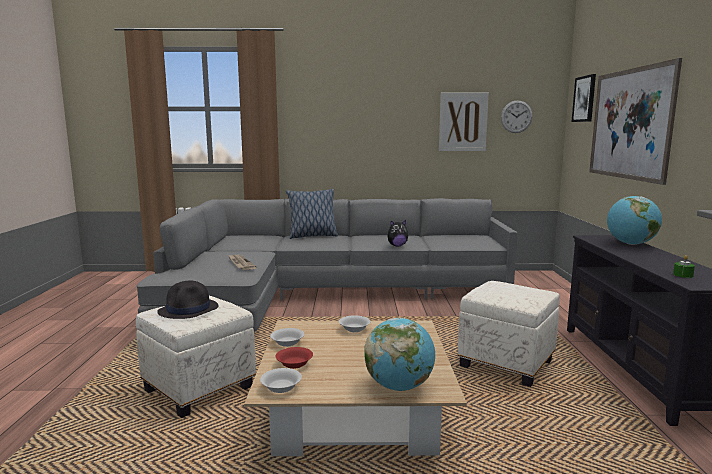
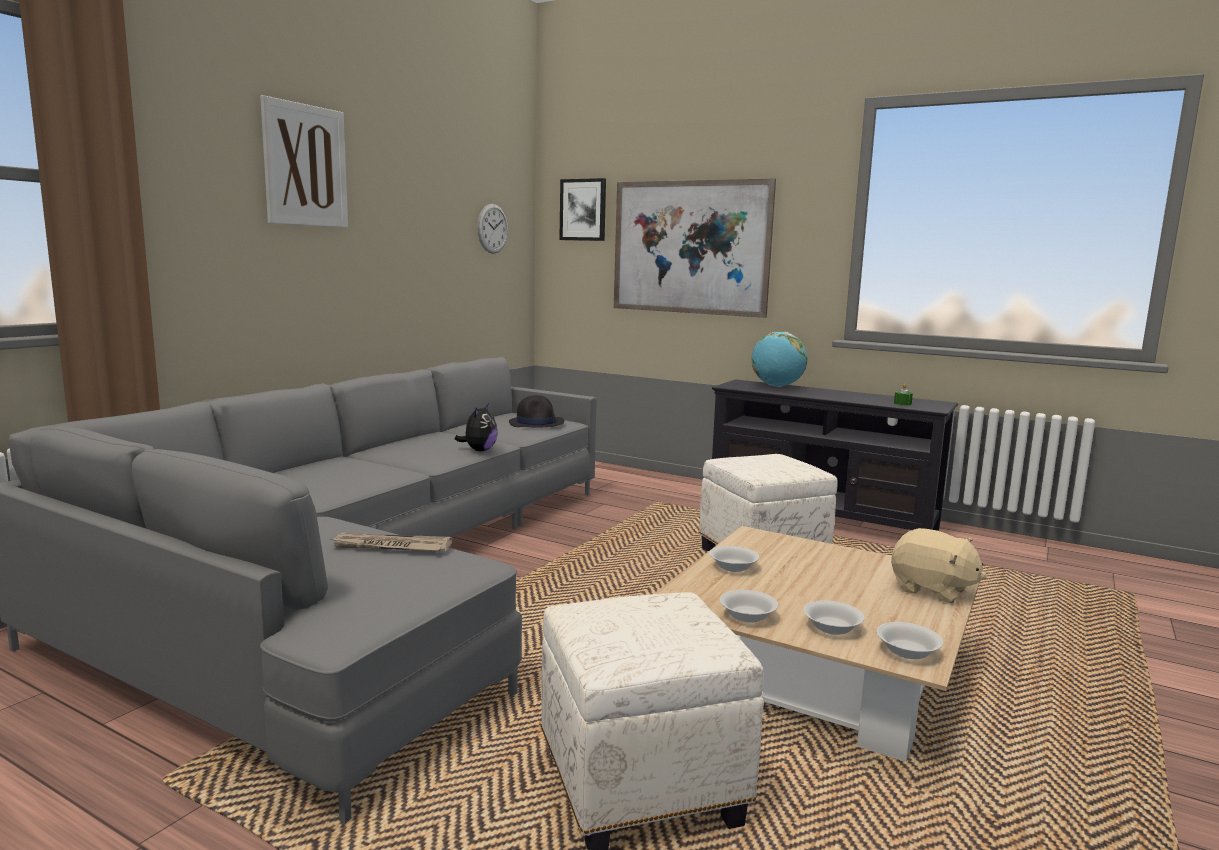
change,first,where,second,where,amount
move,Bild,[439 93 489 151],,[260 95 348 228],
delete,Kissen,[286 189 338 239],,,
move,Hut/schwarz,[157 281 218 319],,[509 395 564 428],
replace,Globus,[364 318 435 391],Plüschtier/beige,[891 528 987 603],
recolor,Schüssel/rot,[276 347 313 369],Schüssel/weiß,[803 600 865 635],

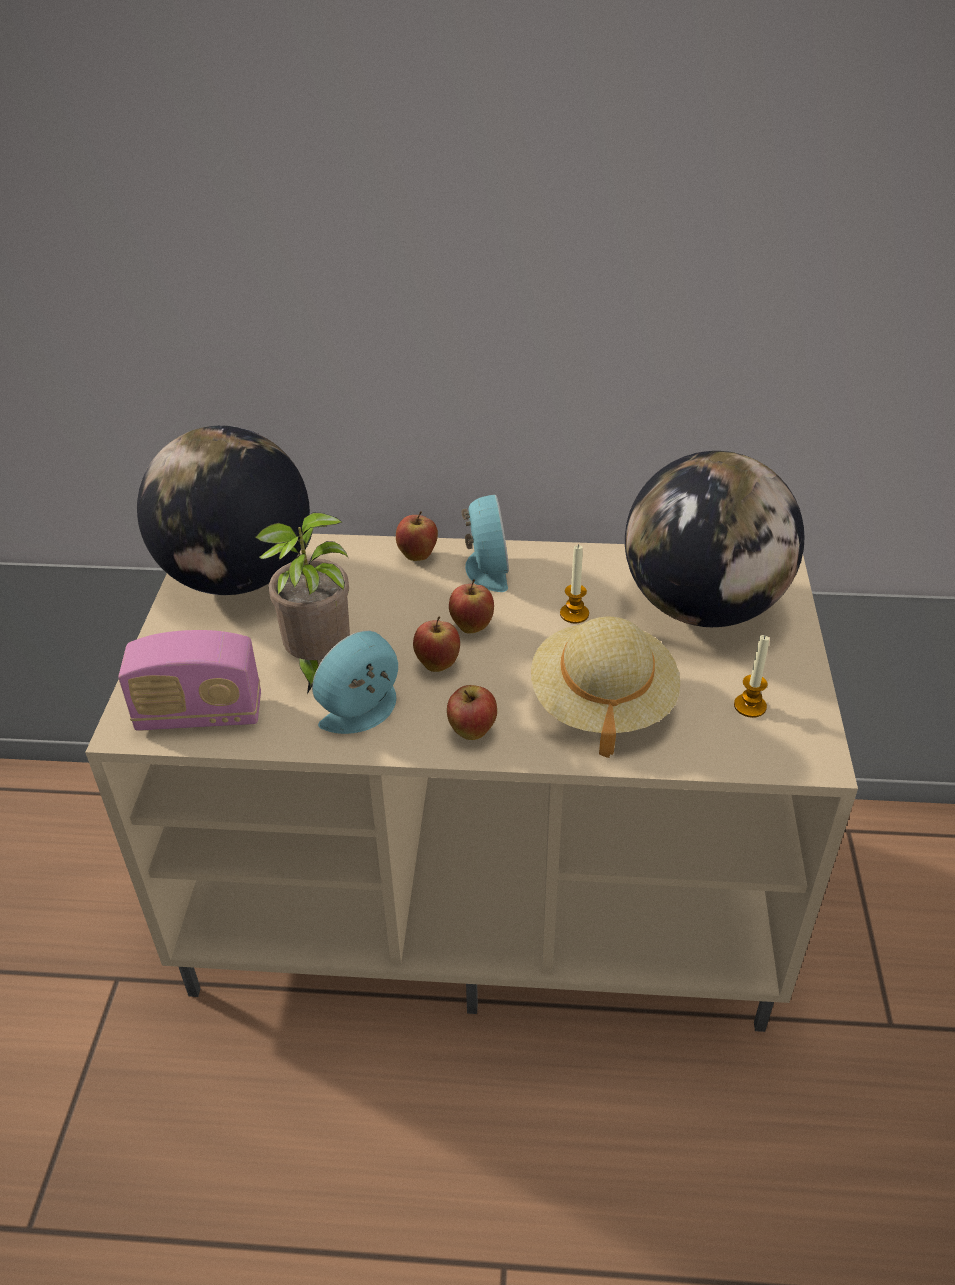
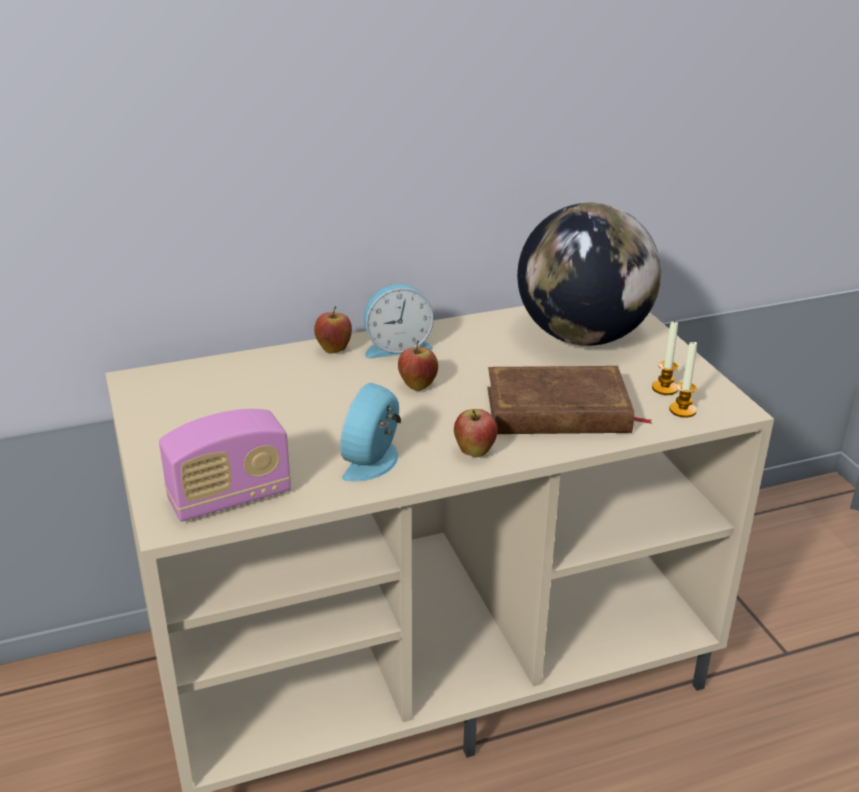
change,first,where,second,where,amount
delete,Globus,[137 426 310 595],,,
rotate,Wecker,[462 495 509 592],,[364 284 434 358],105 degrees clockwise
delete,Topfpflanze,[255 513 350 694],,,
move,Kerze,[560 544 589 623],,[669 341 697 418],
delete,Apfel,[413 617 460 672],,,
replace,Hut/beige,[531 617 680 758],Buch/braun,[487 366 652 434],

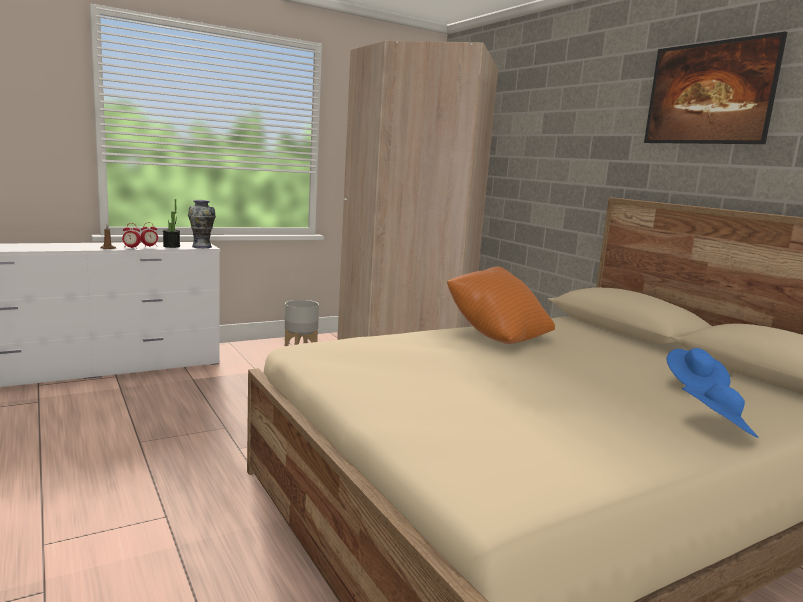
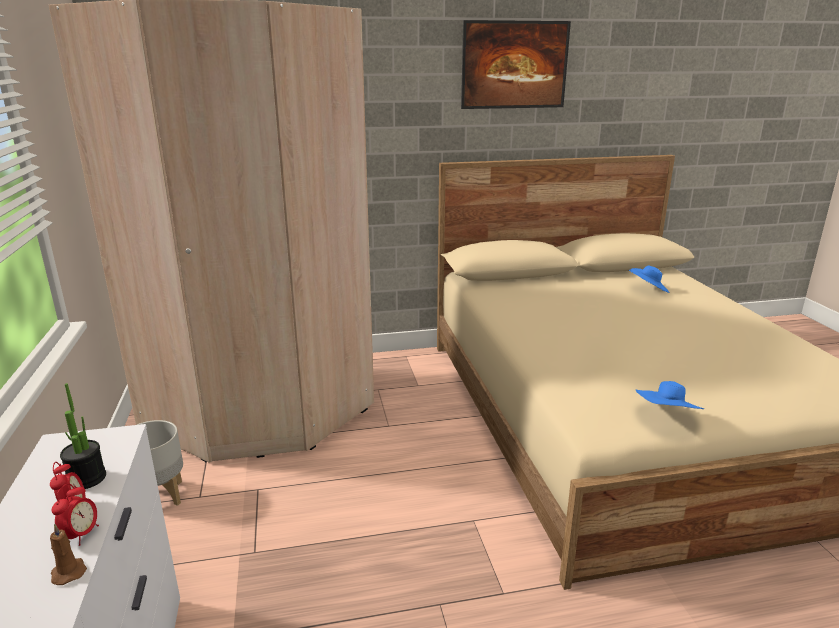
change,first,where,second,where,amount
delete,Vase,[188 200 216 248],,,
delete,Kissen/orange,[447 266 555 344],,,
move,Hut/blau,[682 383 759 438],,[636 381 704 409],

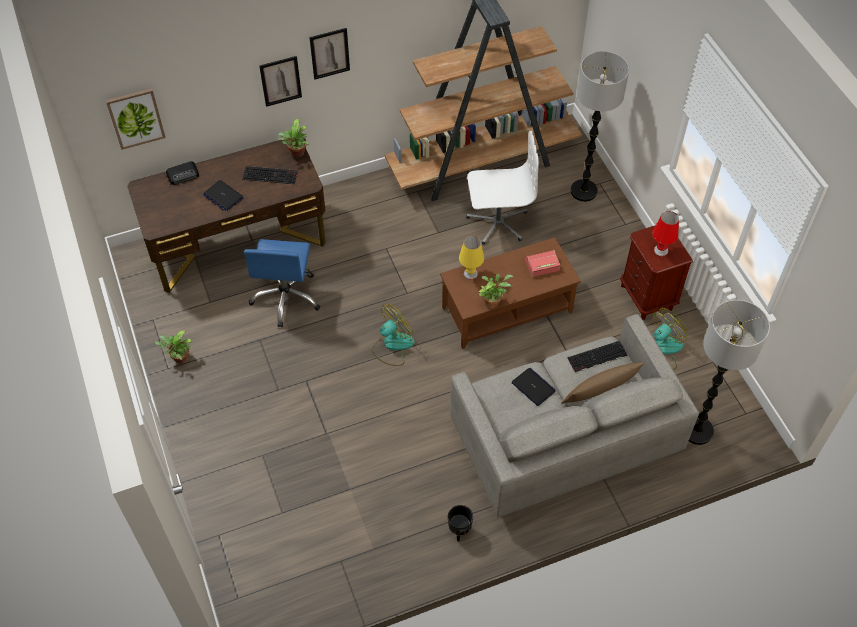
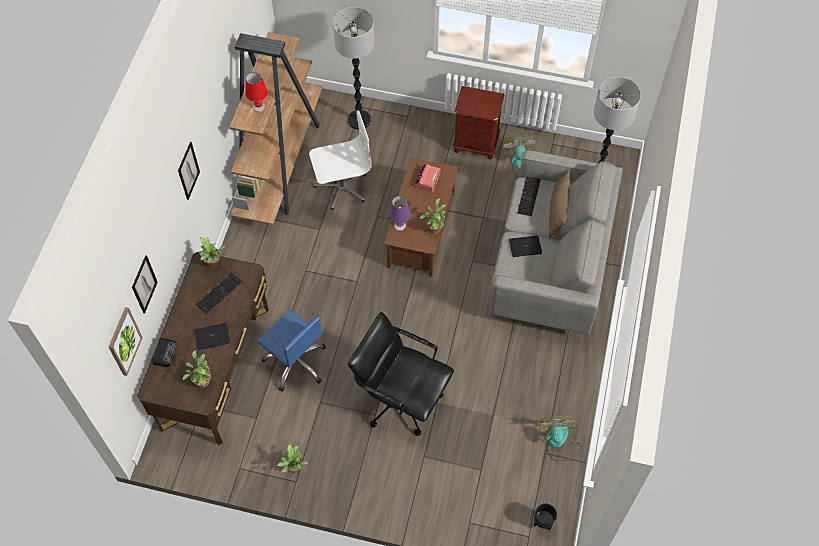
change,first,where,second,where,amount
move,Bild,[259 56 302 107],,[132 255 158 313],
rotate,Bürostuhl/weiß,[466 131 539 244],,[309 111 372 210],45 degrees clockwise
move,Tischlampe/rot,[653 211 679 256],,[245 72 268 112],
recolor,Tischlampe/gelb,[459 236 484 279],Tischlampe/lila,[389 196 411 231],
move,Ventilator,[372 304 415 366],,[536 416 582 461],
move,Pflanzkübel/schwarz,[448 505 473 541],,[534 504 557 530],
insert,,,Bürostuhl/schwarz,[348 312 454 436],
insert,,,Topfpflanze,[183 350 211 388],

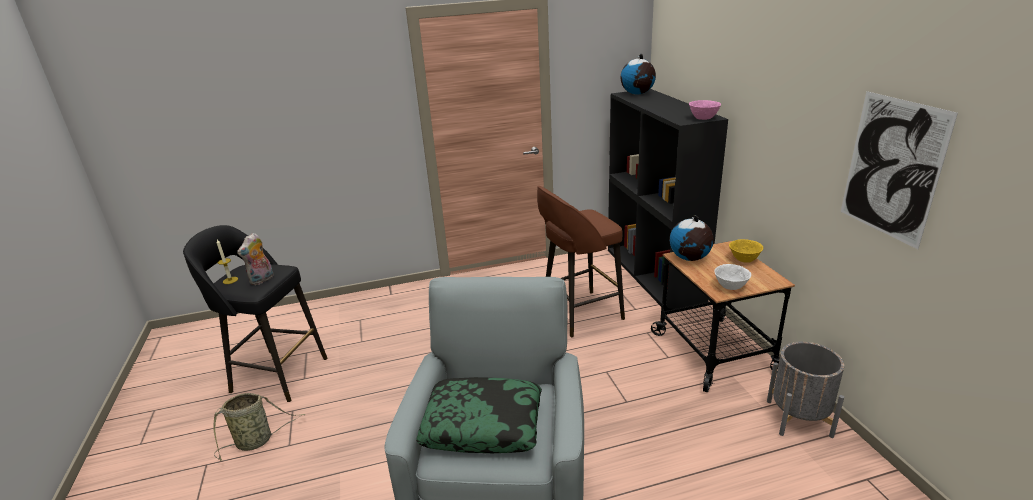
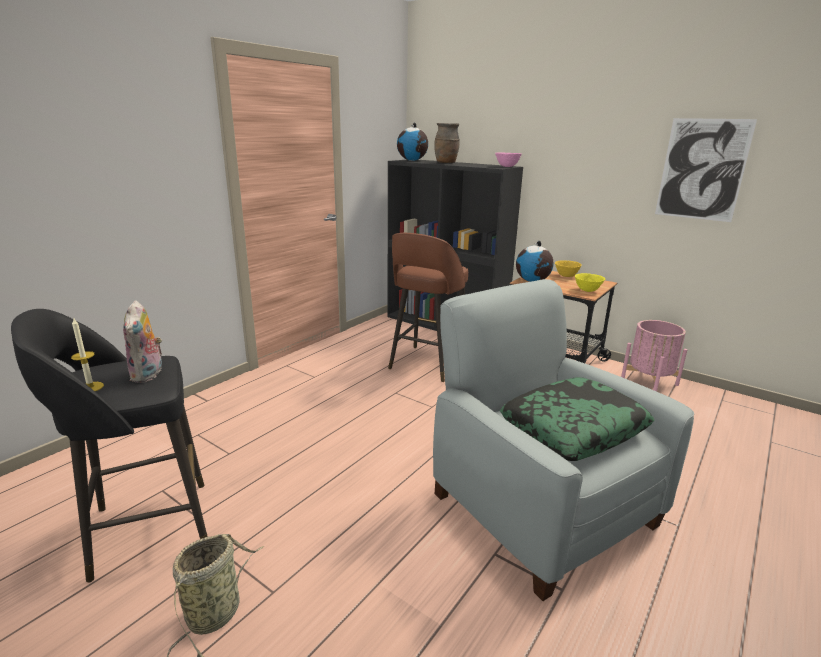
change,first,where,second,where,amount
recolor,Schüssel/weiß,[714 264 751 290],Schüssel/gelb,[575 273 605 292],
recolor,Pflanzkübel/grau,[767 342 844 438],Pflanzkübel/rosa,[621 320 687 392],
insert,,,Vase/braun,[434 123 460 164],

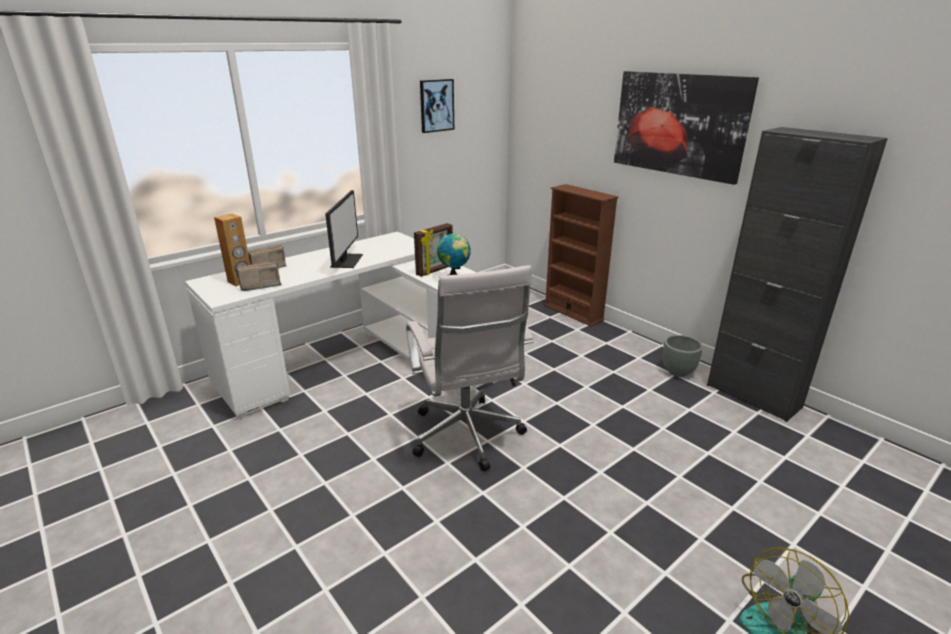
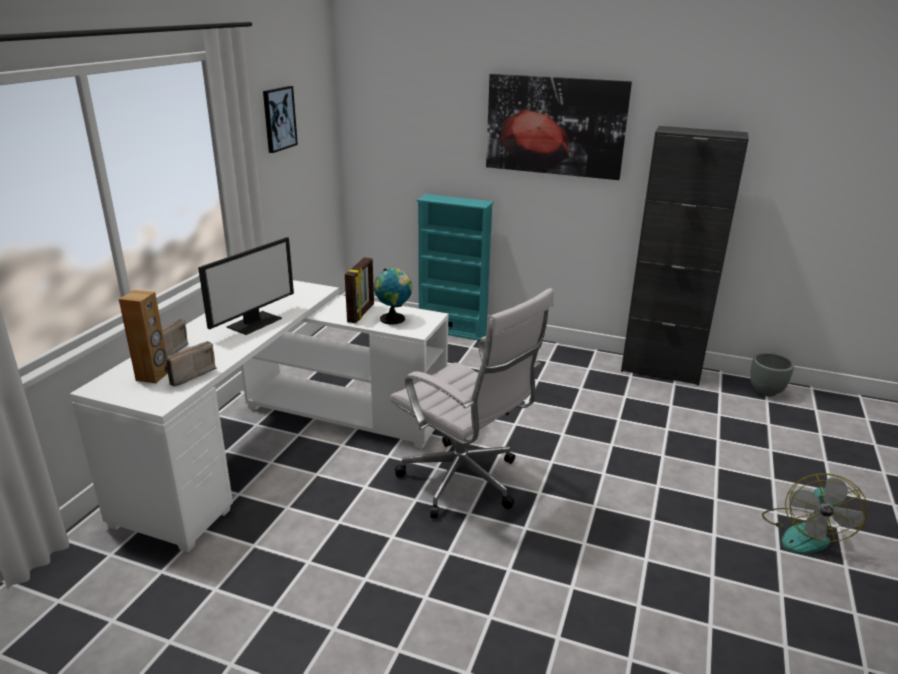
change,first,where,second,where,amount
recolor,Bücherregal/braun,[544 184 618 326],Bücherregal/türkis,[417 194 494 341],
rotate,Monitor,[325 190 363 268],,[198 237 294 335],60 degrees clockwise
move,Pflanzkübel/grau,[663 335 703 377],,[750 353 794 397],

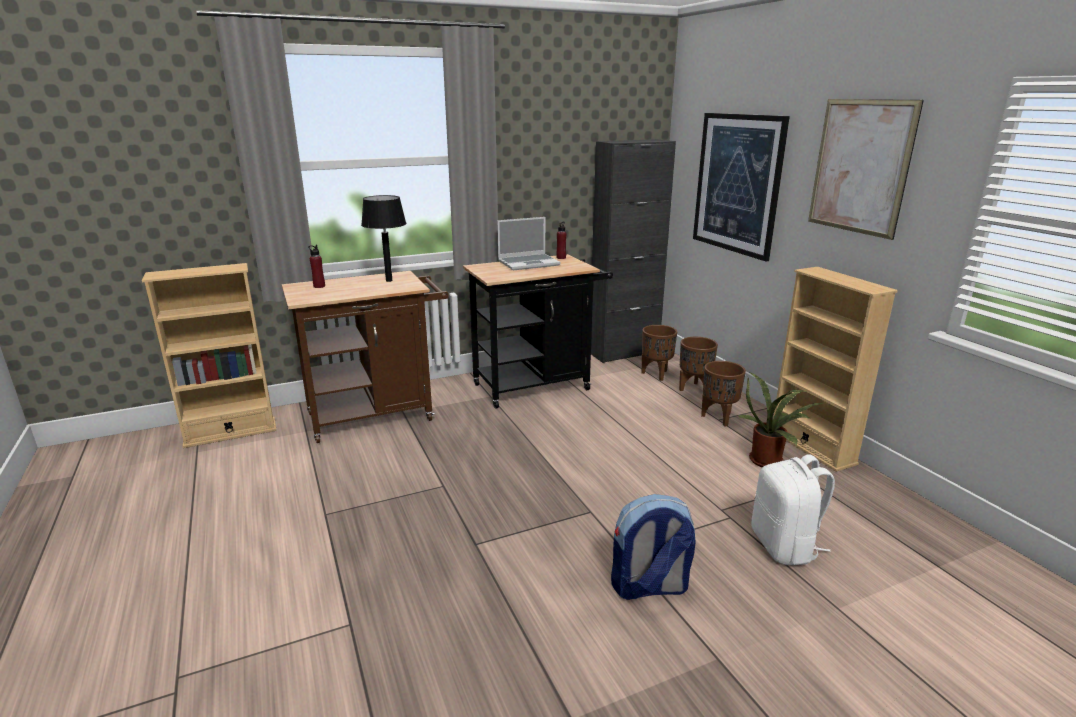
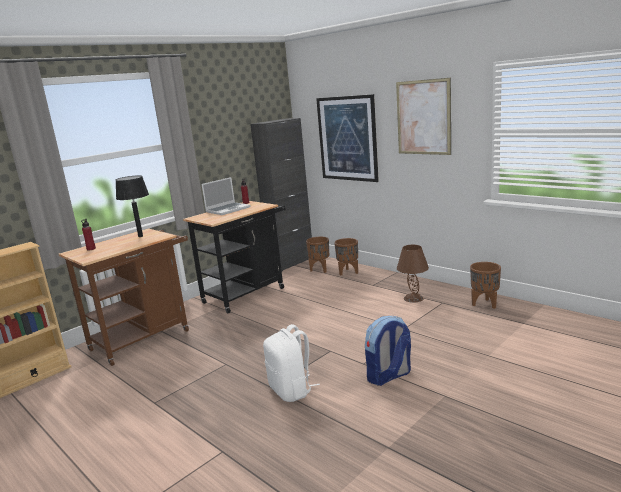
change,first,where,second,where,amount
delete,Bücherregal/beige,[773 267 898 472],,,
move,Pflanzkübel/braun,[701 361 746 427],,[470 262 501 309],
replace,Topfpflanze,[738 373 825 467],Tischlampe/braun,[397 245 429 303],
move,Rucksack/weiß,[751 454 835 565],,[263 324 320 402],

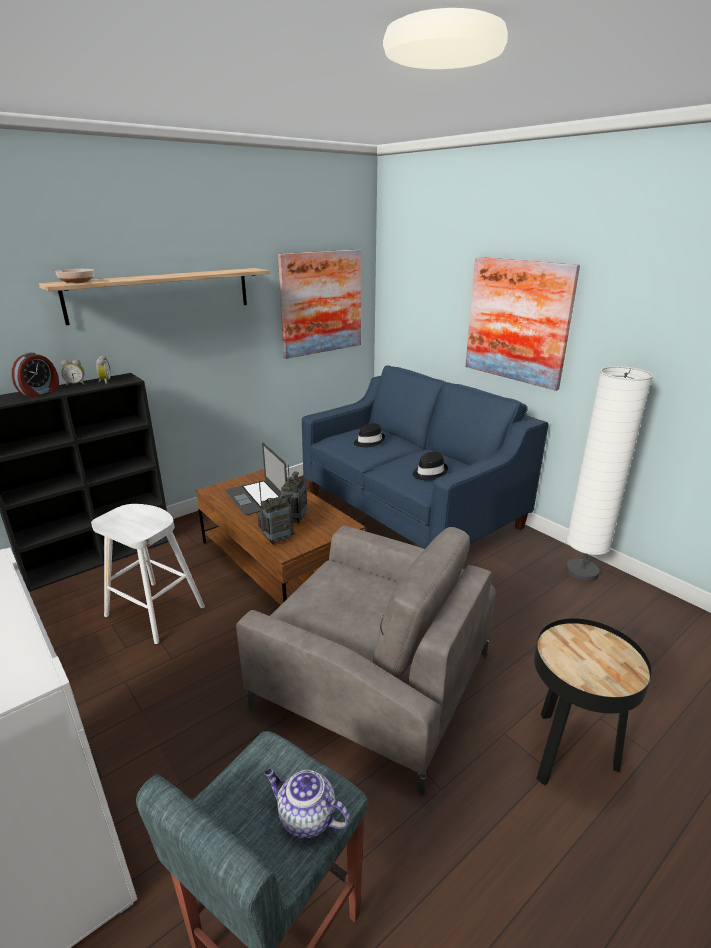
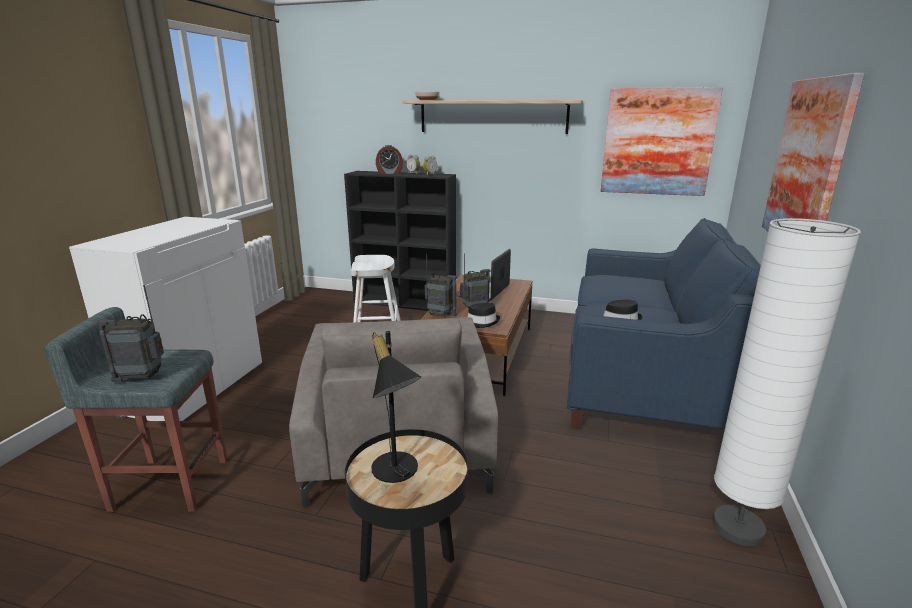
change,first,where,second,where,amount
move,Hut/schwarz,[354 423 385 447],,[467 303 500 328],
replace,Teekanne,[264 769 350 838],Radio,[96 285 164 382],
insert,,,Tischlampe/schwarz,[371 331 421 483],

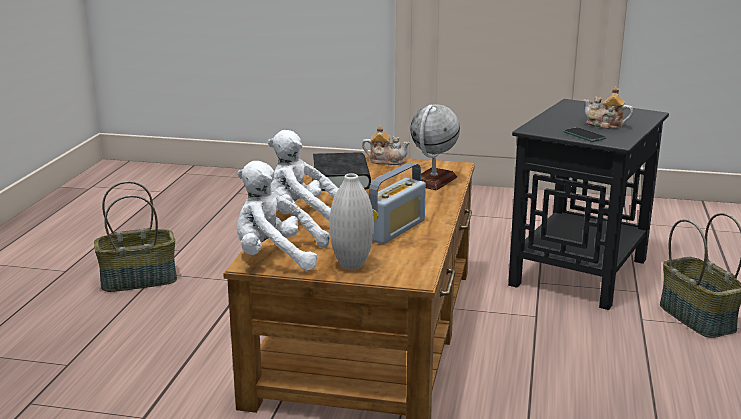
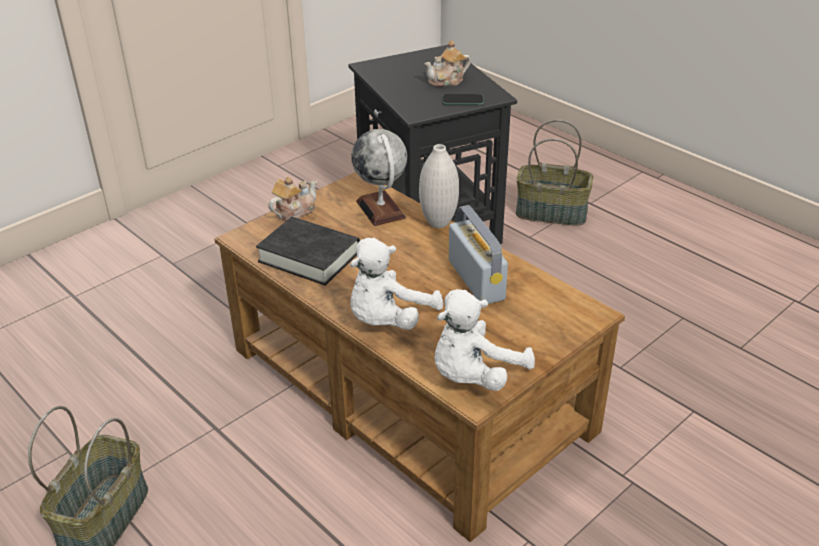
change,first,where,second,where,amount
move,Vase/weiß,[330 173 374 270],,[419 144 459 228],

